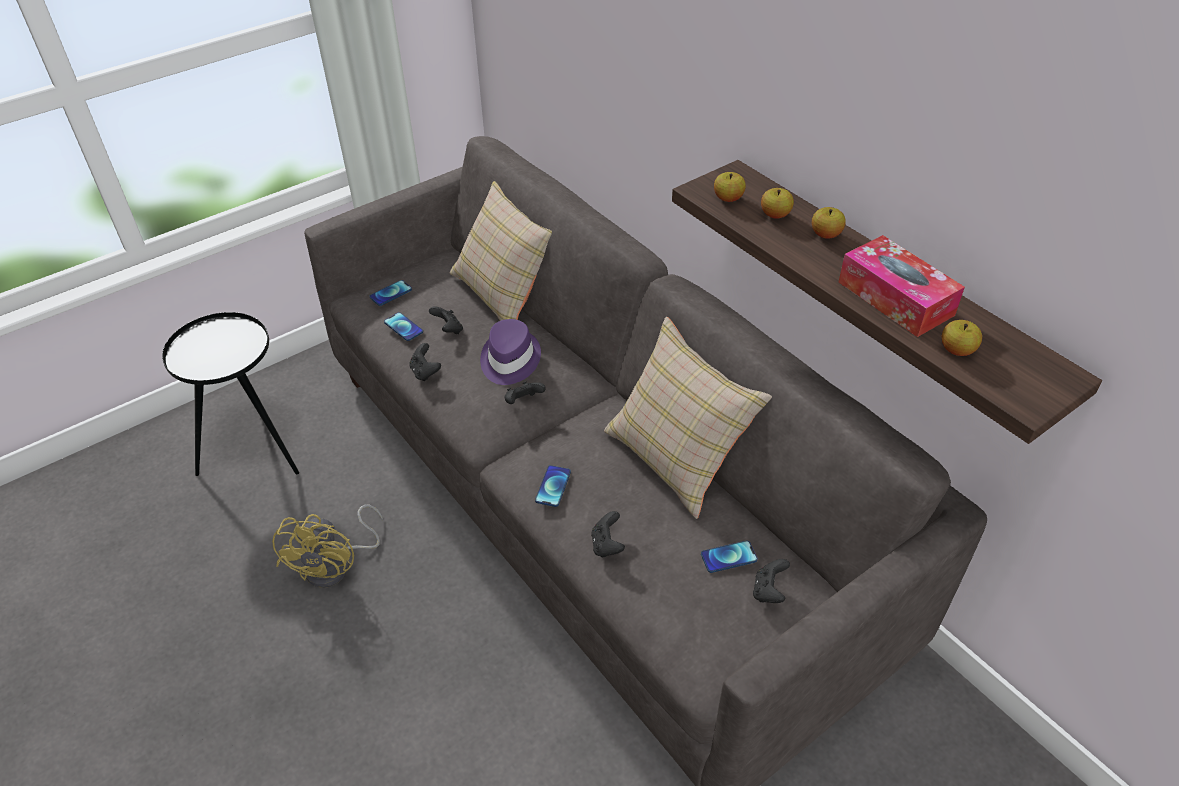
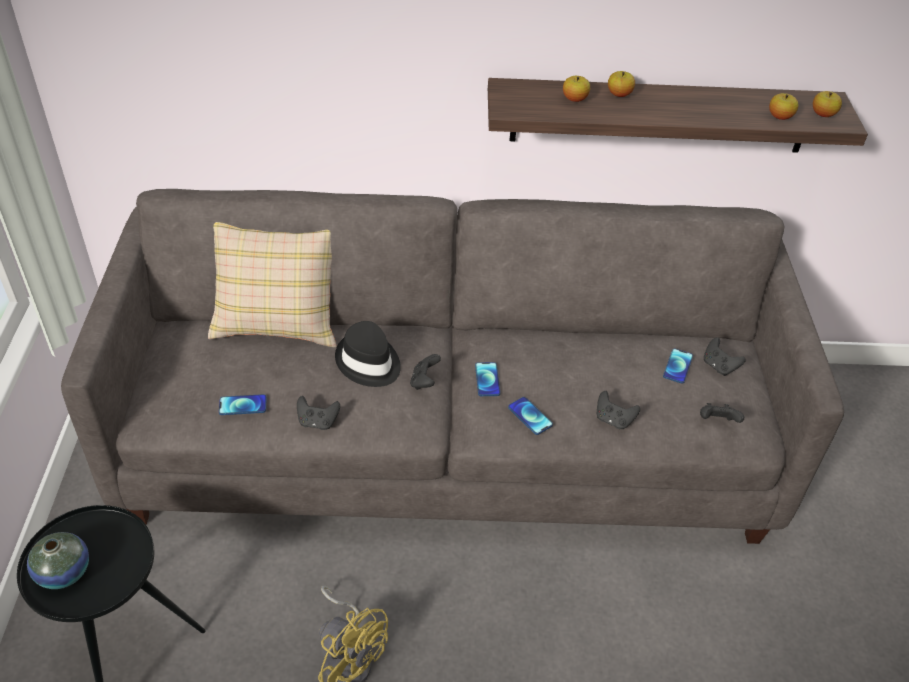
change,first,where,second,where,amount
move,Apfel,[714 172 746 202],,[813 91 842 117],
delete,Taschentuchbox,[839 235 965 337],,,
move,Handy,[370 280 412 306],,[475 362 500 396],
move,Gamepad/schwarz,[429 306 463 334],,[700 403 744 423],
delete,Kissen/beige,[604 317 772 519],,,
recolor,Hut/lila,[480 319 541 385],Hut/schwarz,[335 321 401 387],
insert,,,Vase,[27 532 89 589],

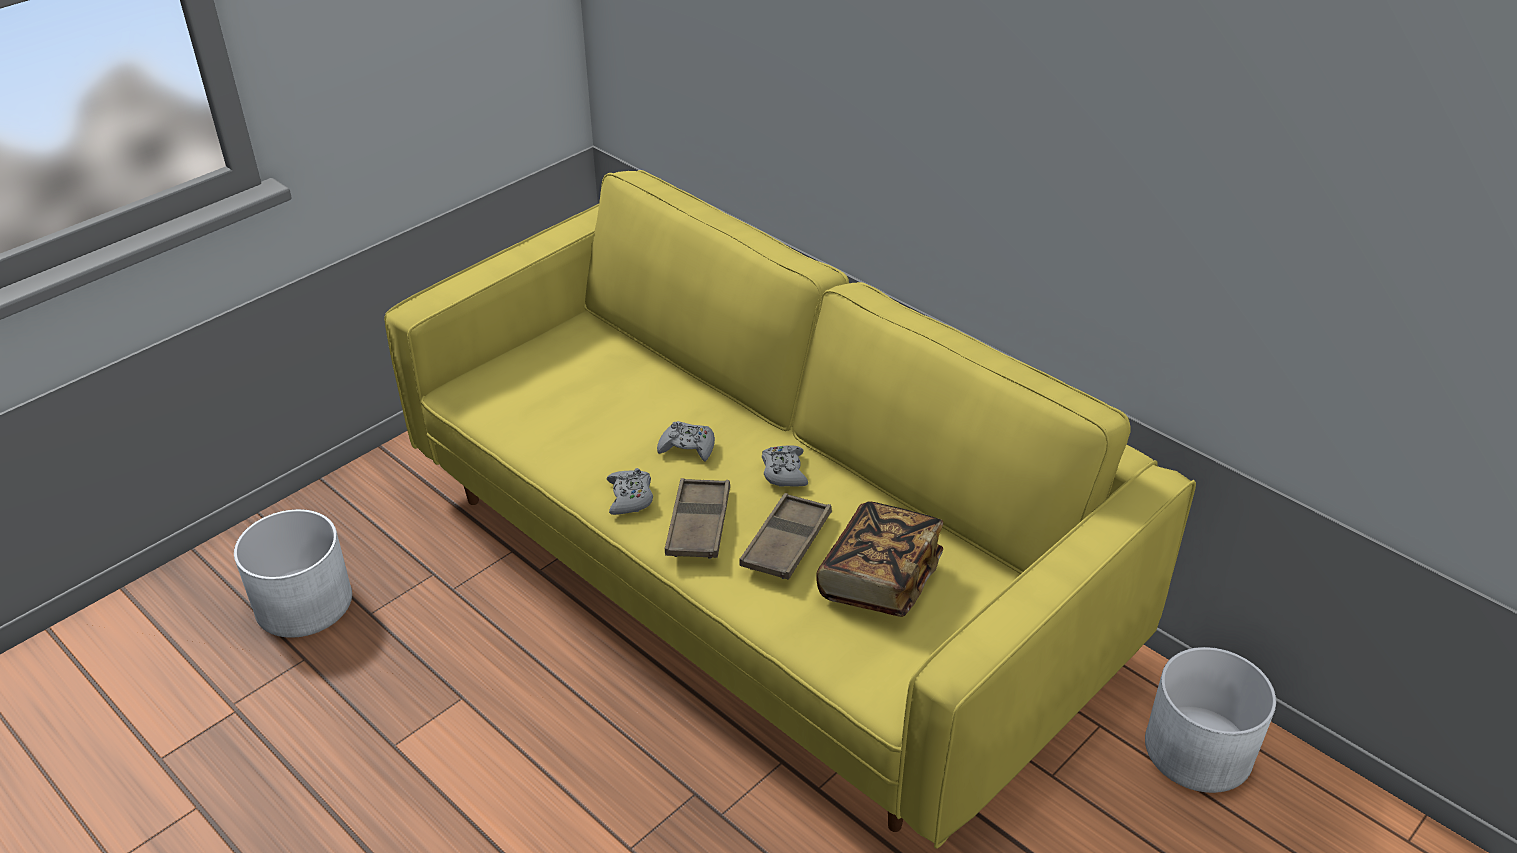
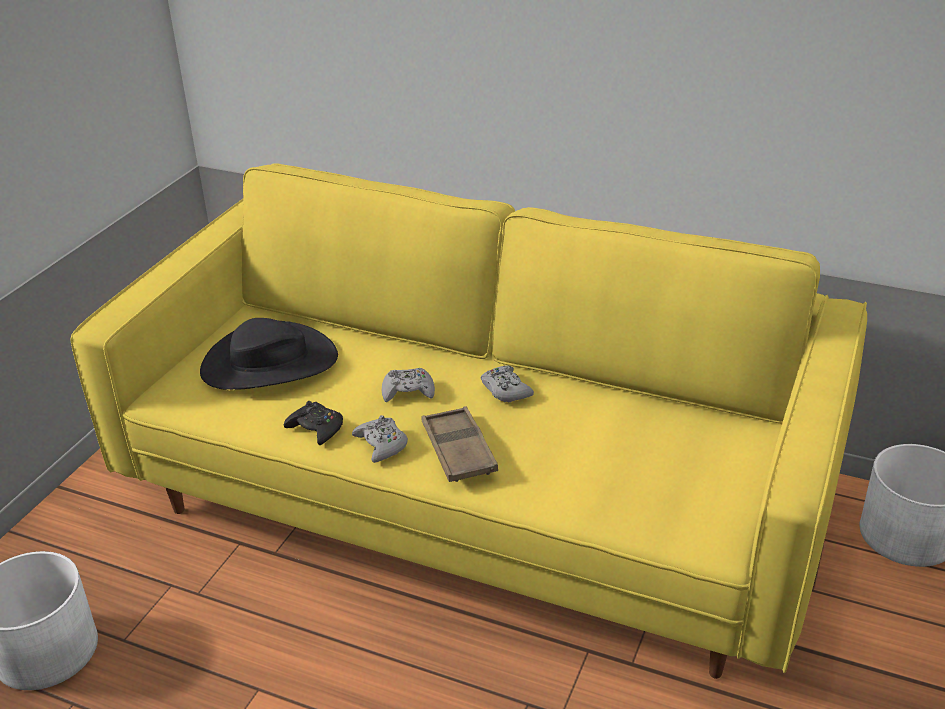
change,first,where,second,where,amount
delete,Tablett/braun,[739 493 832 580],,,
delete,Buch,[816 501 943 617],,,
insert,,,Hut/schwarz,[200 318 338 390],
insert,,,Gamepad/schwarz,[284 401 343 445],

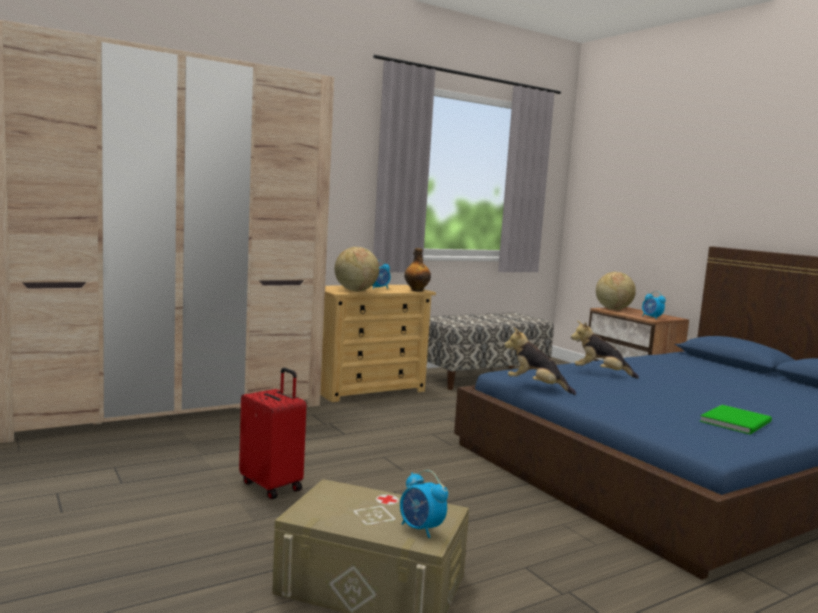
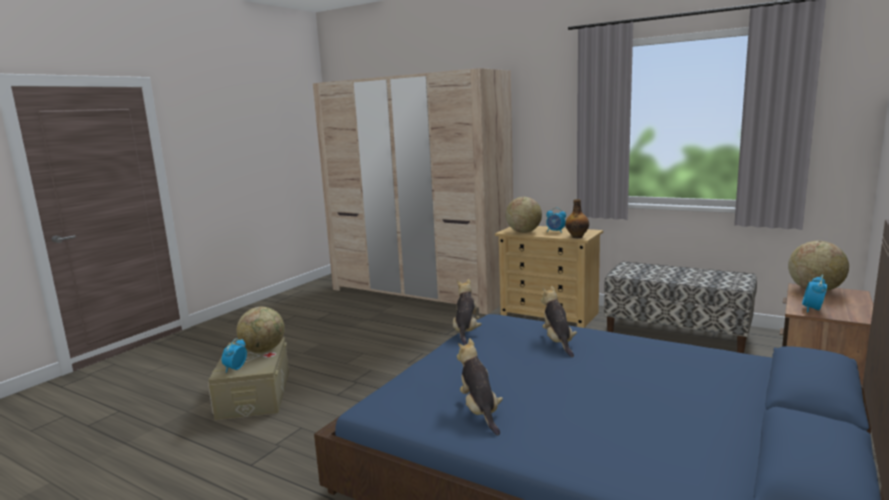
change,first,where,second,where,amount
delete,Koffer/rot,[239 368 306 499],,,
replace,Buch/grün,[700 405 772 435],Plüschtier,[457 338 503 435],
insert,,,Globus,[237 307 285 353],

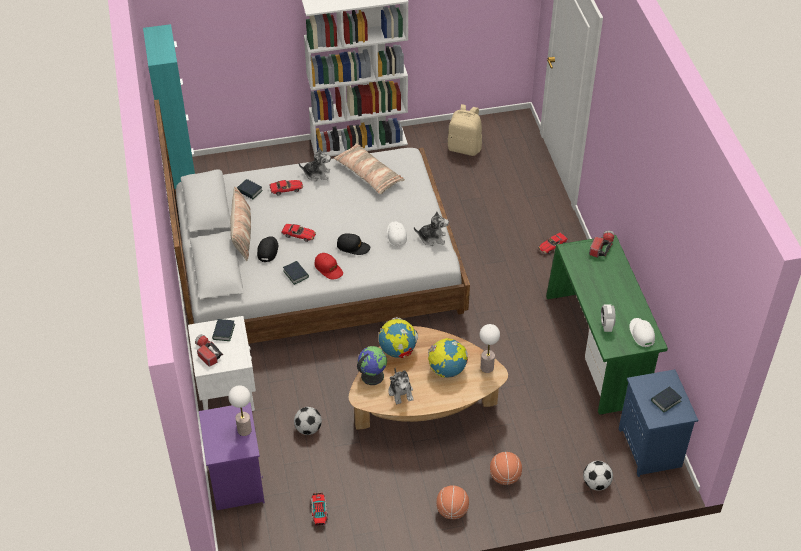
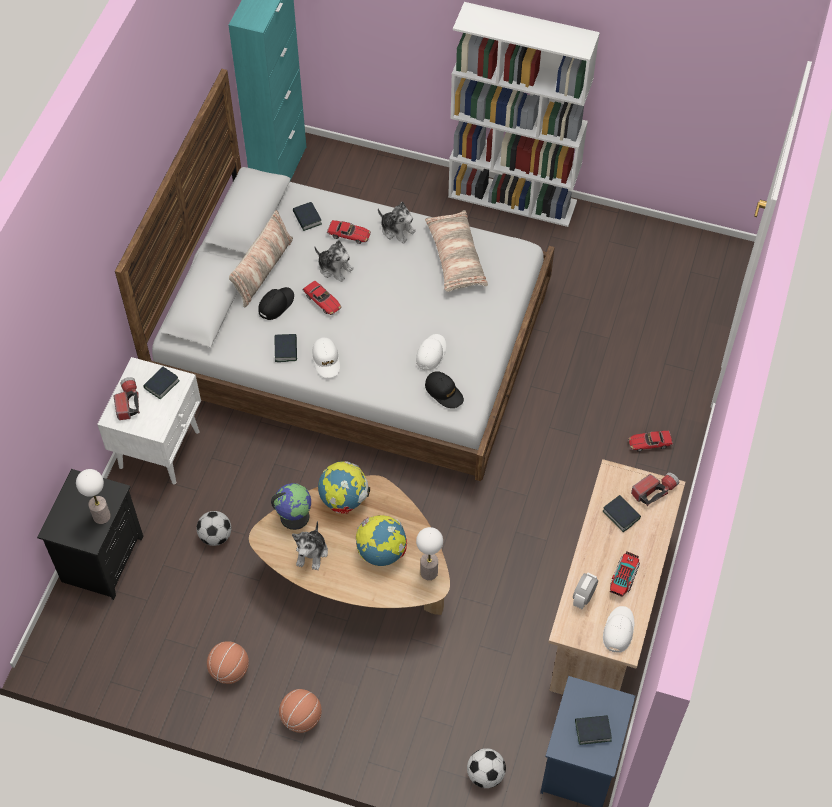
change,first,where,second,where,amount
delete,Rucksack/beige,[448 104 482 156],,,
move,Plüschtier,[414 211 449 246],,[315 240 353 282],
move,Kappe/schwarz,[337 234 370 255],,[425 371 464 408],
recolor,Schreibtisch/grün,[546 235 668 415],Schreibtisch/beige,[548 459 685 695],
recolor,Kappe/rot,[315 253 343 279],Kappe/weiß,[312 338 340 378],
recolor,Nachttisch/lila,[199 402 265 510],Nachttisch/schwarz,[37 469 143 600],
move,Basketball,[490 452 522 485],,[207 641 249 684],
move,Spielzeuglaster,[311 493 328 526],,[610 551 640 597],
insert,,,Buch,[603 495 641 532],

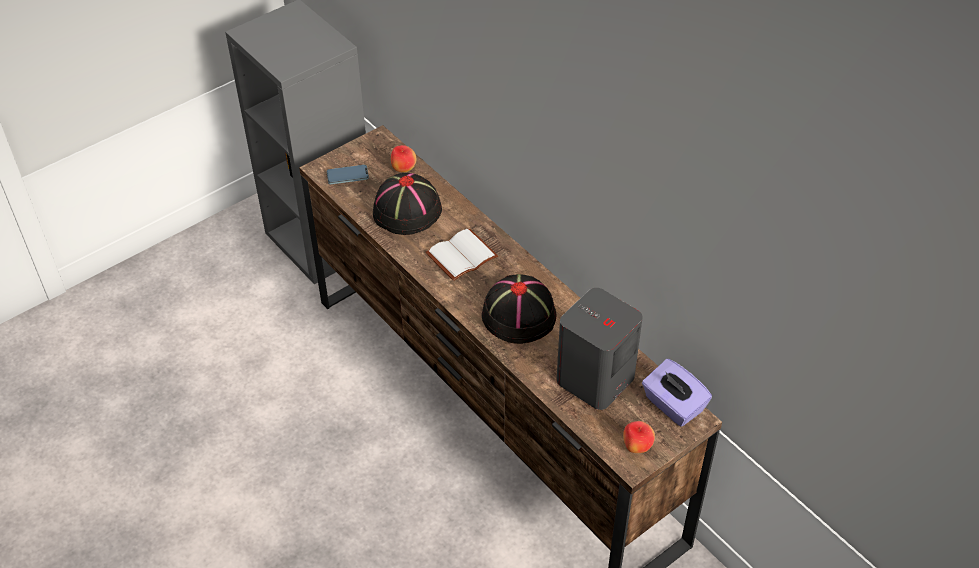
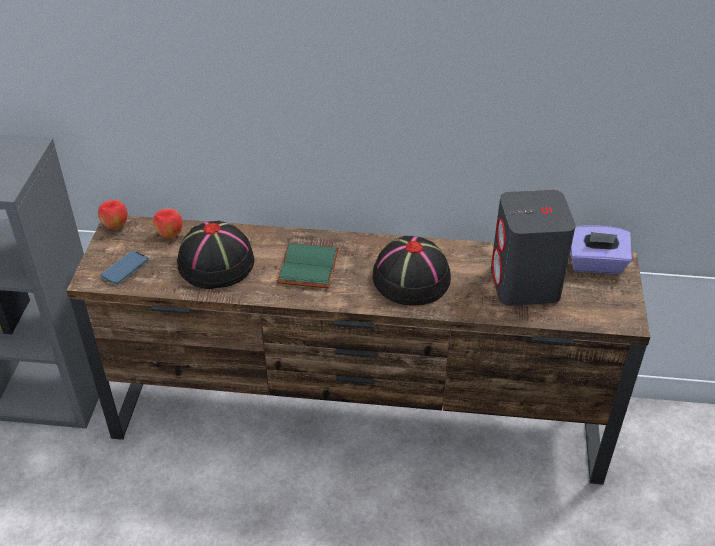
change,first,where,second,where,amount
recolor,Buch/weiß,[426 228 498 281],Buch/grün,[277 243 339 288],
move,Apfel,[623 421 655 453],,[98 200 128 230],

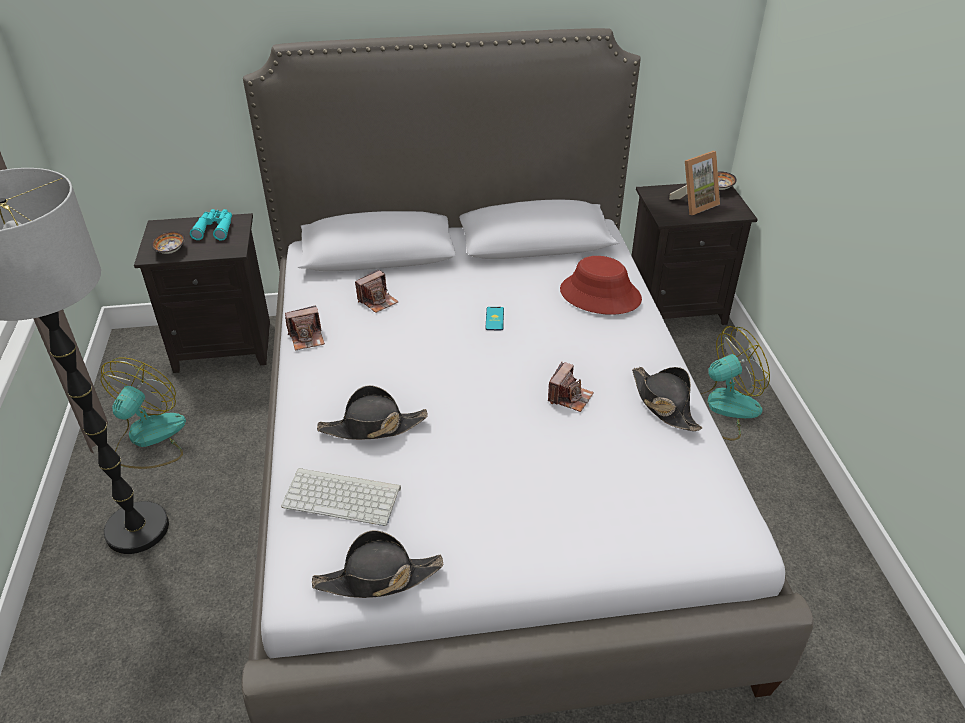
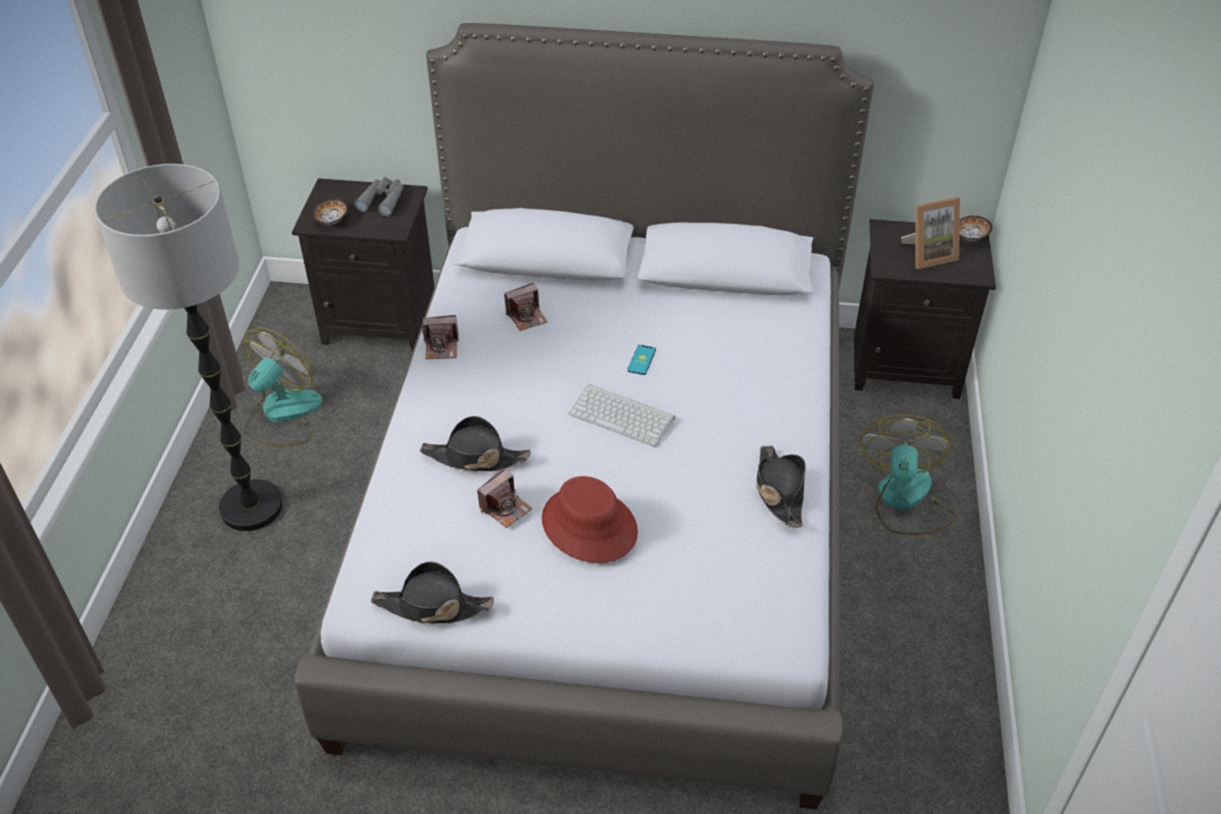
change,first,where,second,where,amount
recolor,Fernglas/türkis,[190 209 232 241],Fernglas/grau,[354 177 404 216],
move,Hut/rot,[560 256 642 315],,[542 476 638 563],
rotate,Ventilator,[701 326 770 441],,[860 414 956 535],75 degrees counterclockwise
move,Kamera,[548 362 594 412],,[477 468 532 528],
move,Tastatur,[281 468 401 526],,[568 384 675 447],

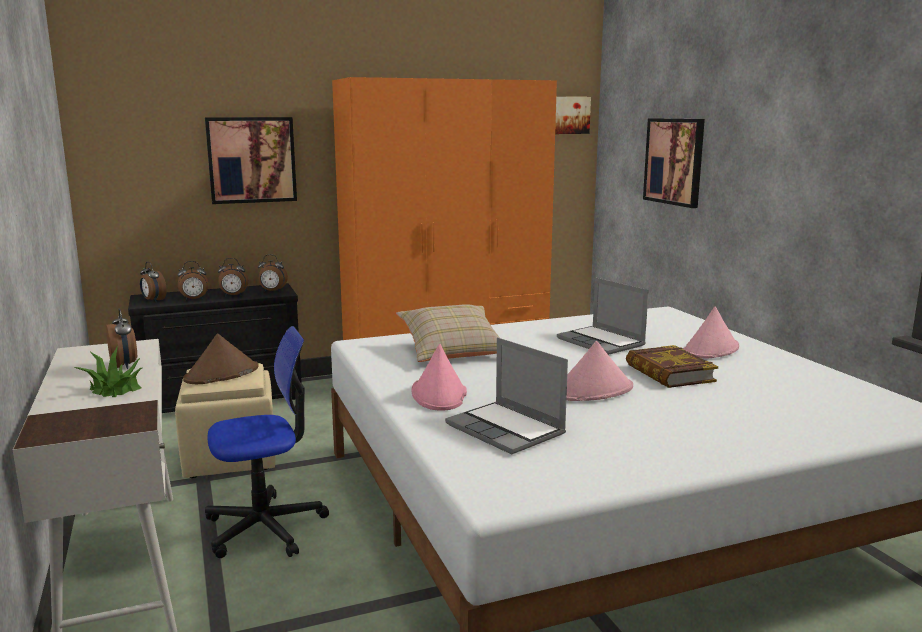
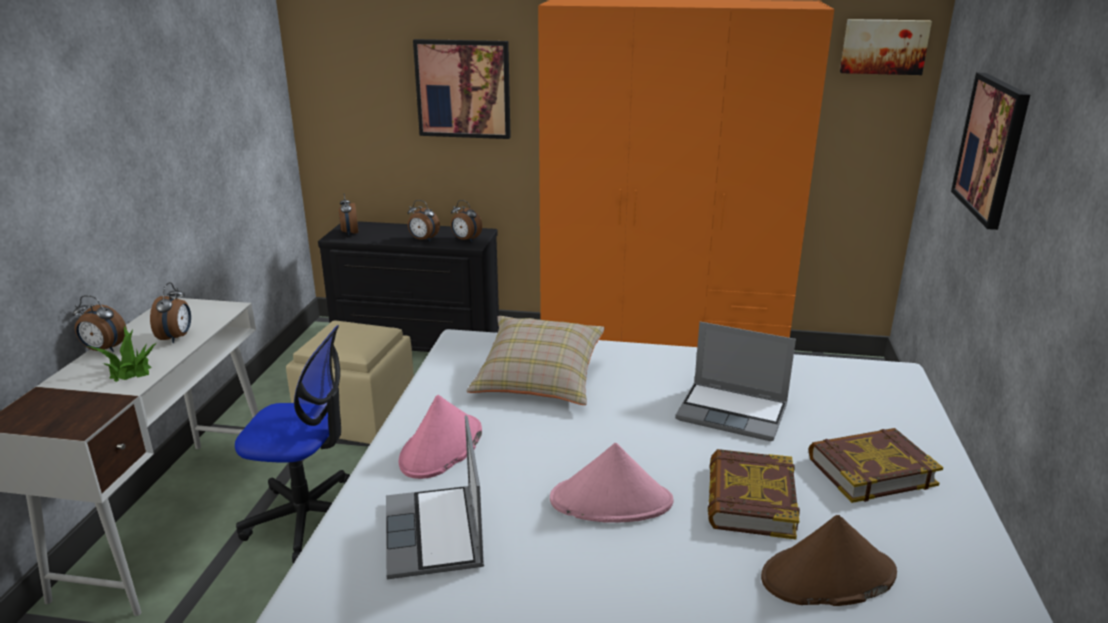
change,first,where,second,where,amount
move,Wecker,[178 261 209 300],,[72 295 127 352],
rotate,Laptop,[557 277 649 355],,[675 322 796 441],60 degrees counterclockwise
replace,Hut/rosa,[683 307 739 358],Buch,[809 428 943 503],
move,Hut/braun,[183 334 259 384],,[761 515 897 606],

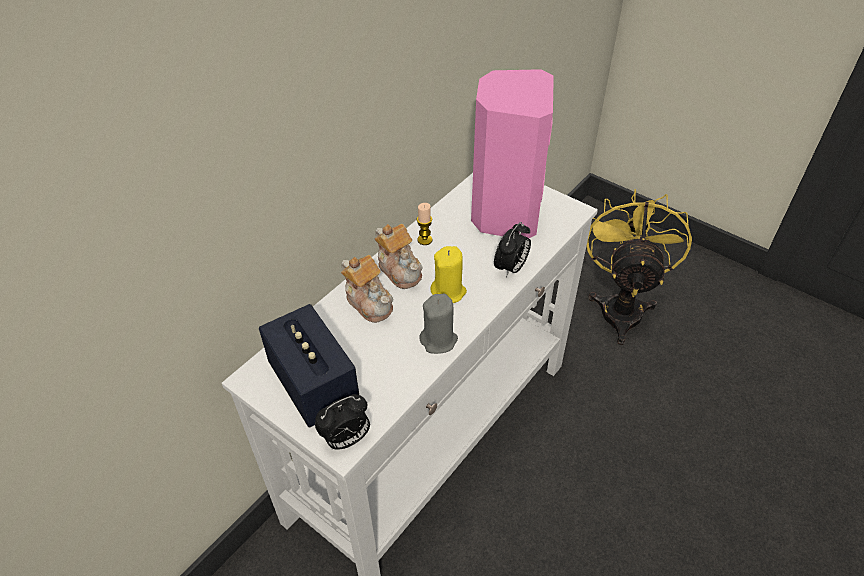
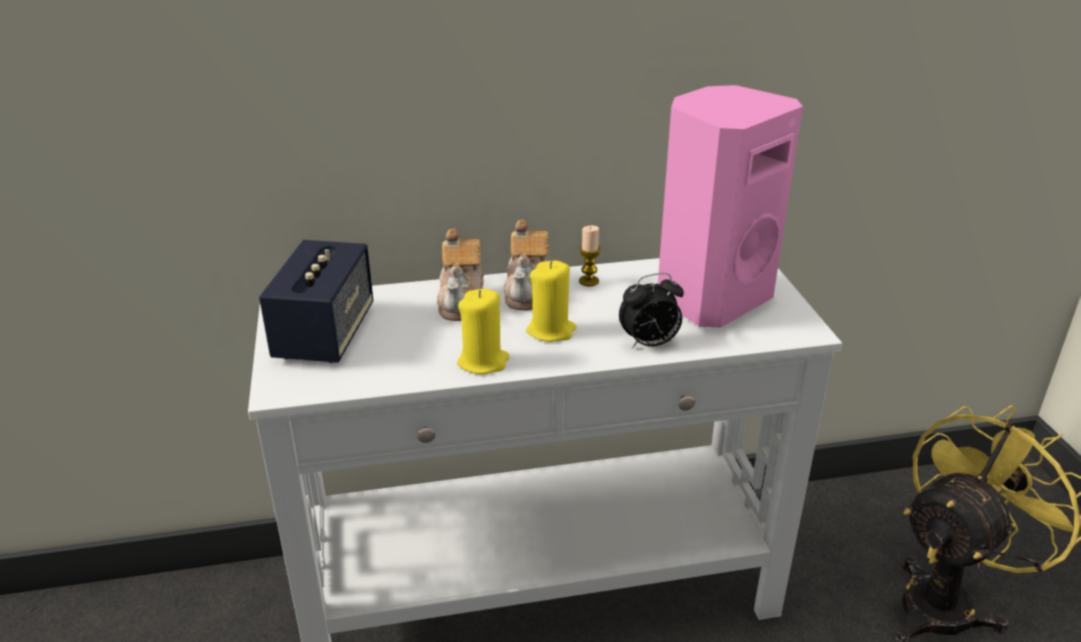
change,first,where,second,where,amount
recolor,Kerze/grau,[419 293 458 354],Kerze/gelb,[457 289 510 374],
delete,Wecker,[315 394 370 450],,,

